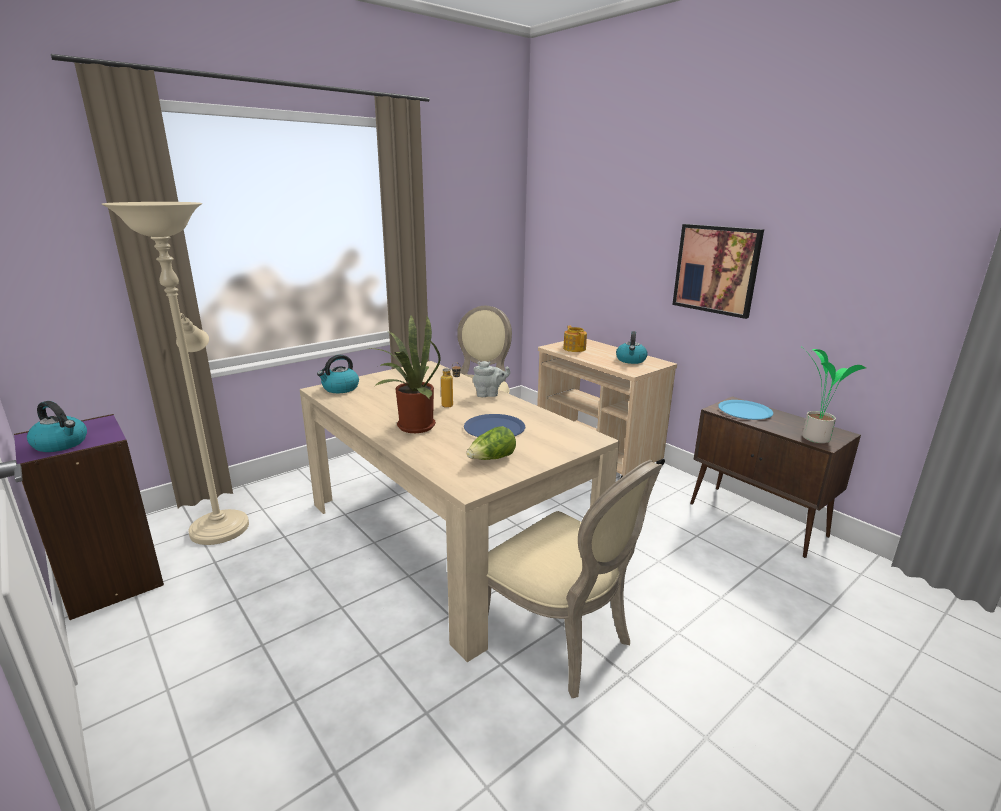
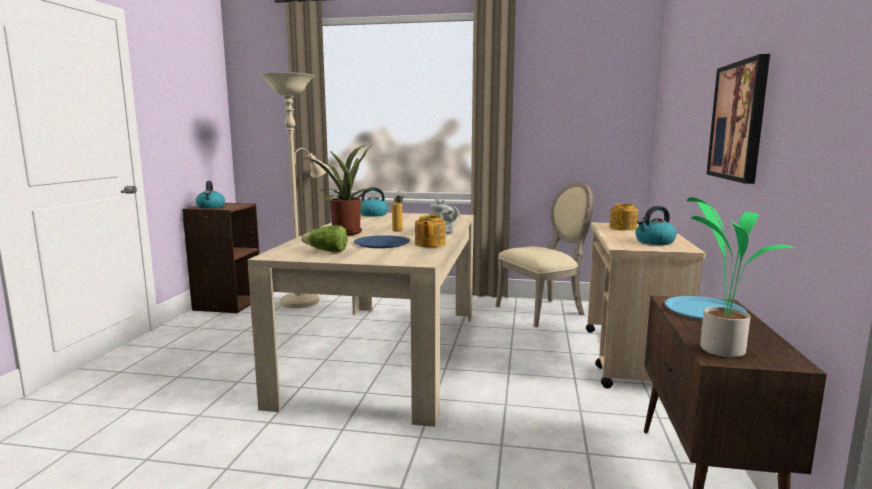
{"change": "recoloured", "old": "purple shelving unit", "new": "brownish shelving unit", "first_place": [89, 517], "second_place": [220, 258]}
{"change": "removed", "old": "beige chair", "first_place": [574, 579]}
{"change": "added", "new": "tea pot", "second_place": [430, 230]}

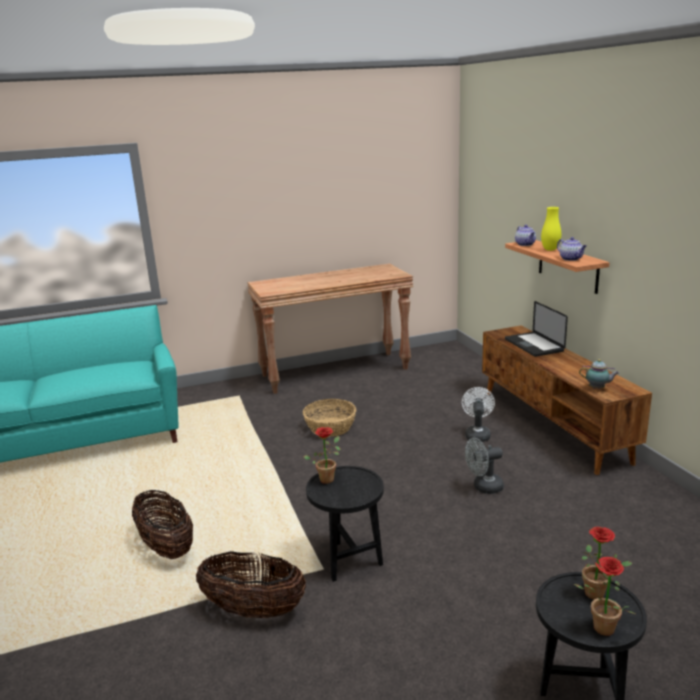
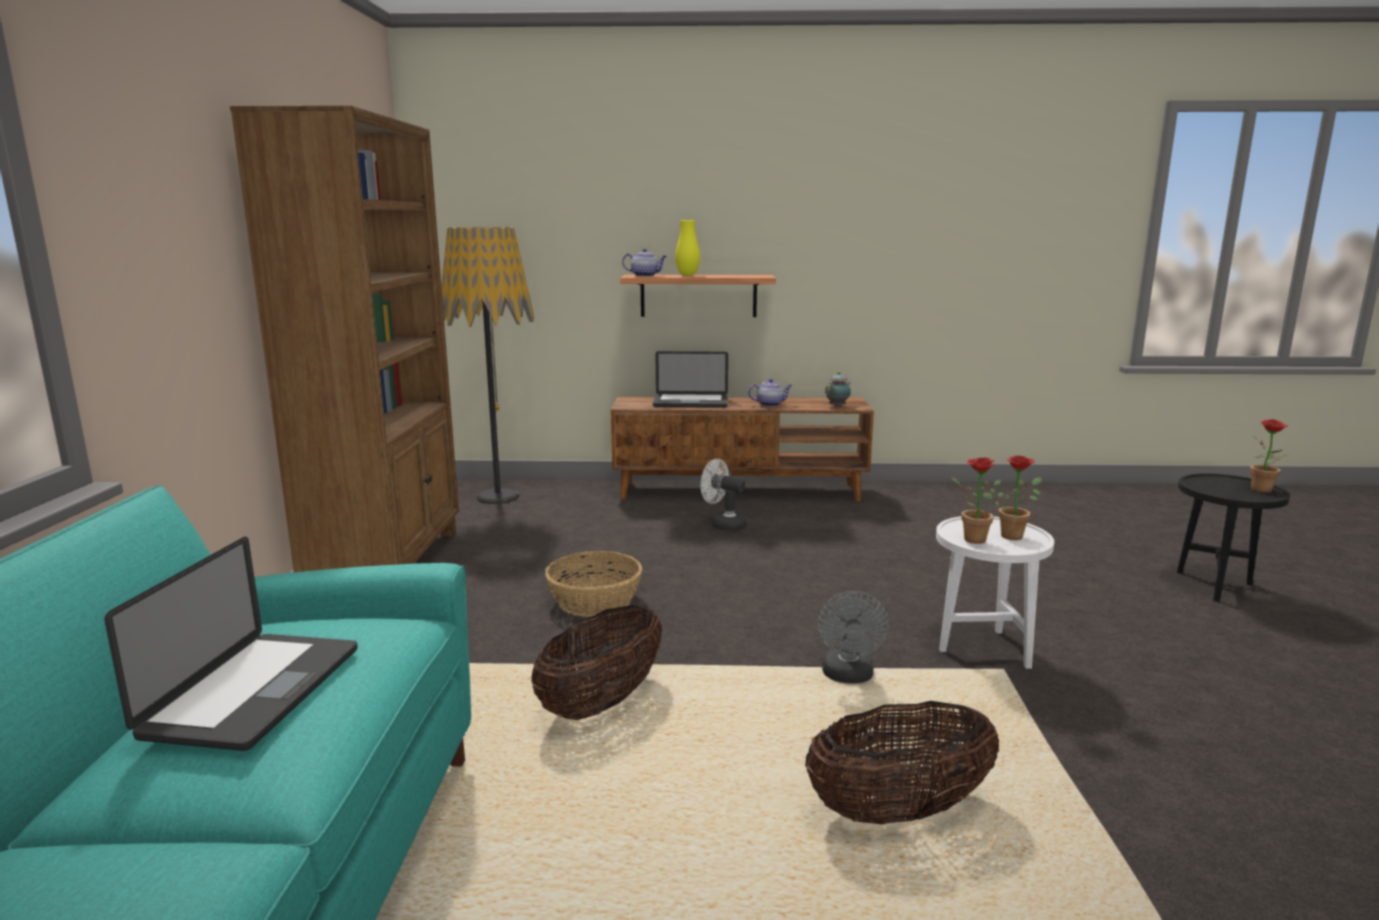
{"change": "moved", "old": "tea pot", "first_place": [572, 249], "second_place": [770, 393]}
{"change": "replaced", "old": "brownish hall table", "new": "brownish shelving unit", "first_place": [330, 329], "second_place": [344, 339]}
{"change": "moved", "old": "grey electric fan", "first_place": [484, 466], "second_place": [853, 637]}
{"change": "recoloured", "old": "black end table", "new": "white end table", "first_place": [345, 524], "second_place": [995, 592]}
{"change": "moved", "old": "plant in a pot", "first_place": [606, 563], "second_place": [1012, 497]}
{"change": "moved", "old": "storage basket", "first_place": [251, 584], "second_place": [596, 662]}
{"change": "added", "new": "standing lamp", "second_place": [487, 365]}
{"change": "added", "new": "portable computer", "second_place": [230, 644]}

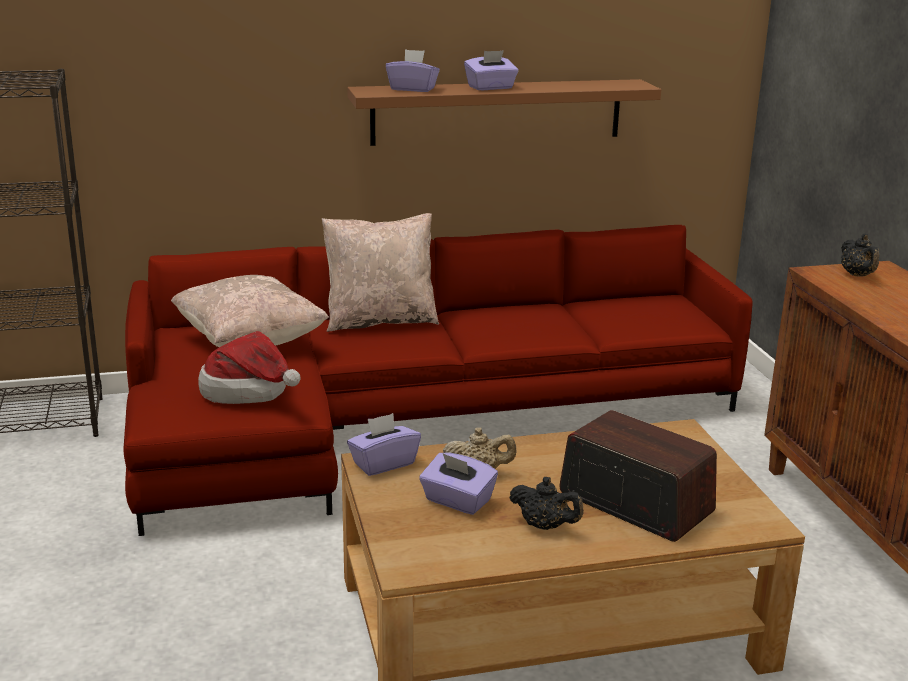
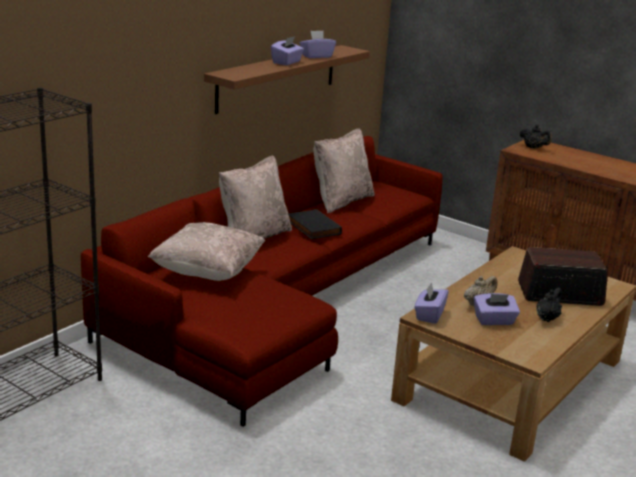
{"change": "moved", "old": "purple box of tissues", "first_place": [413, 70], "second_place": [318, 44]}
{"change": "removed", "old": "hat", "first_place": [249, 367]}
{"change": "turned", "old": "black tea pot", "first_place": [546, 503], "second_place": [549, 304], "degrees": -45}
{"change": "added", "new": "beige throw pillow", "second_place": [344, 170]}
{"change": "added", "new": "black volume", "second_place": [315, 224]}

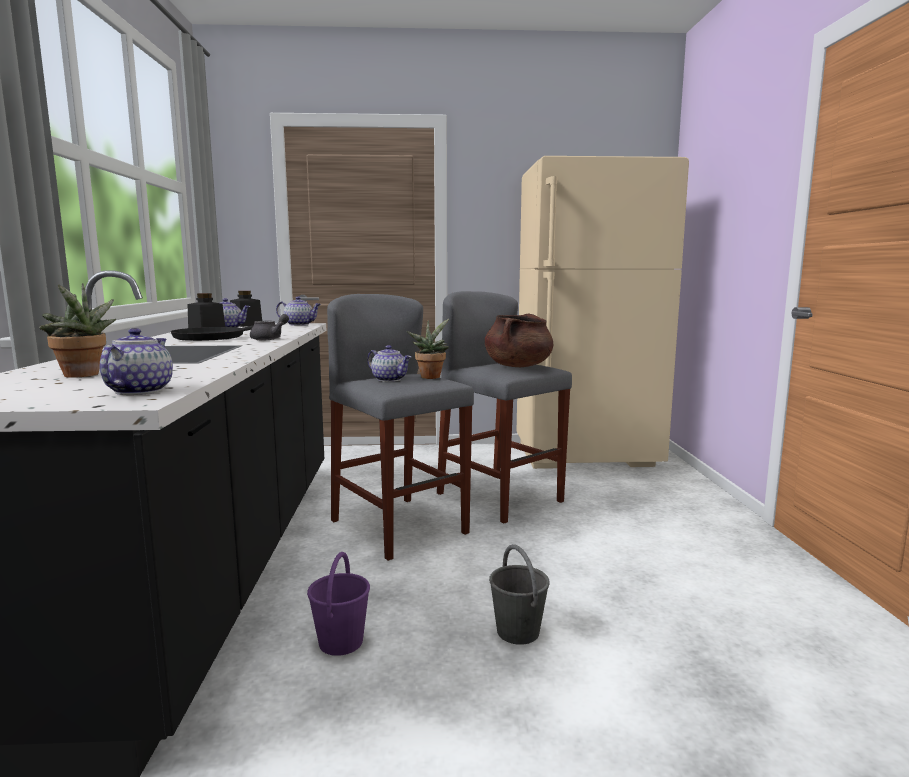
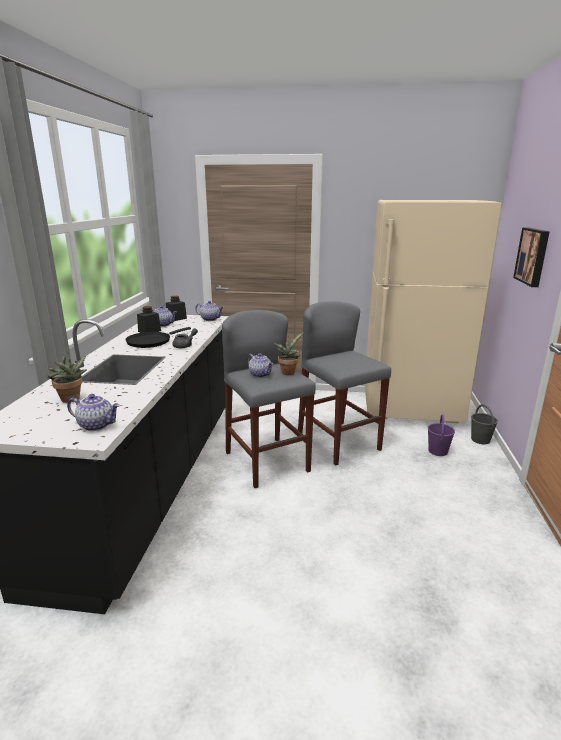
{"change": "removed", "old": "brownish cooking pot", "first_place": [519, 340]}
{"change": "turned", "old": "tea pot", "first_place": [136, 361], "second_place": [93, 412], "degrees": 90}
{"change": "moved", "old": "grey bucket", "first_place": [519, 594], "second_place": [484, 424]}
{"change": "moved", "old": "purple bucket", "first_place": [338, 604], "second_place": [441, 435]}
{"change": "added", "new": "wall picture", "second_place": [531, 257]}

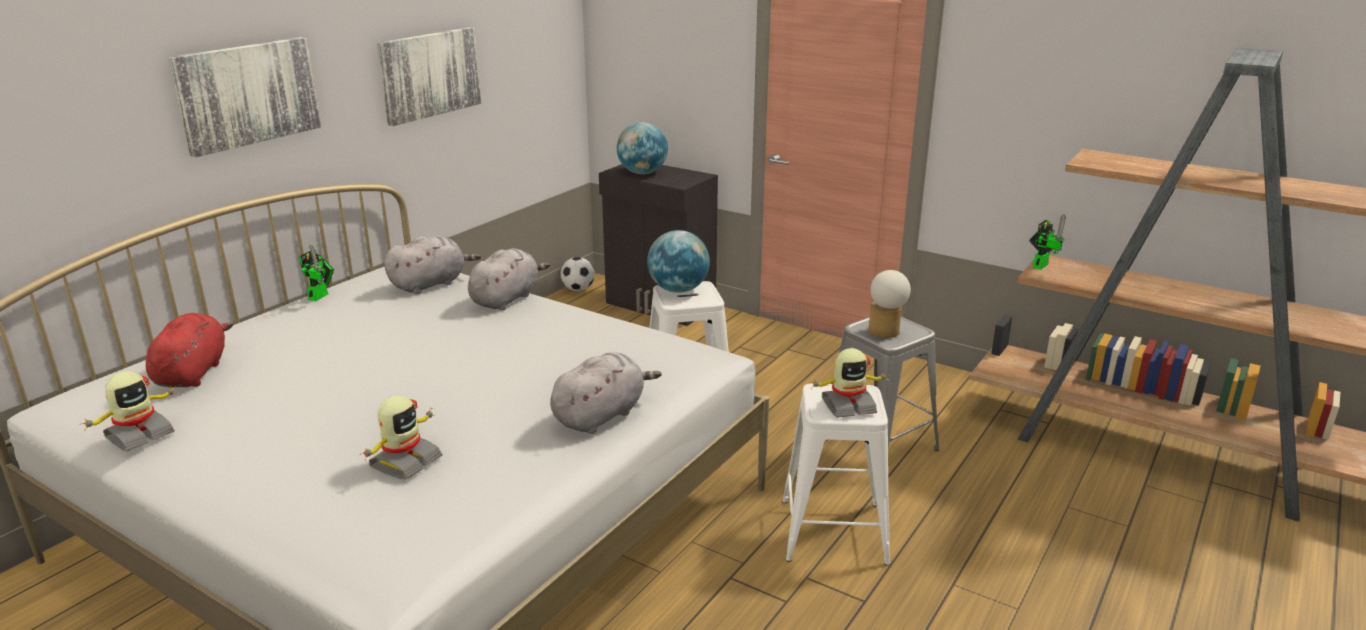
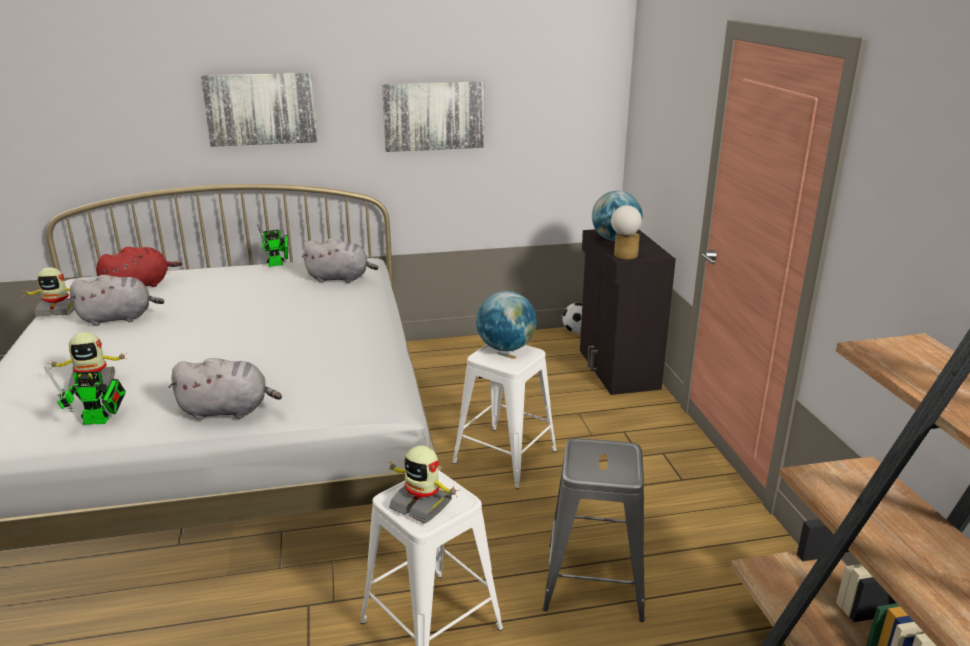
{"change": "moved", "old": "robot figure", "first_place": [1047, 242], "second_place": [85, 396]}
{"change": "moved", "old": "grey cuddly toy", "first_place": [509, 279], "second_place": [116, 300]}
{"change": "moved", "old": "tabletop lamp", "first_place": [889, 304], "second_place": [626, 232]}

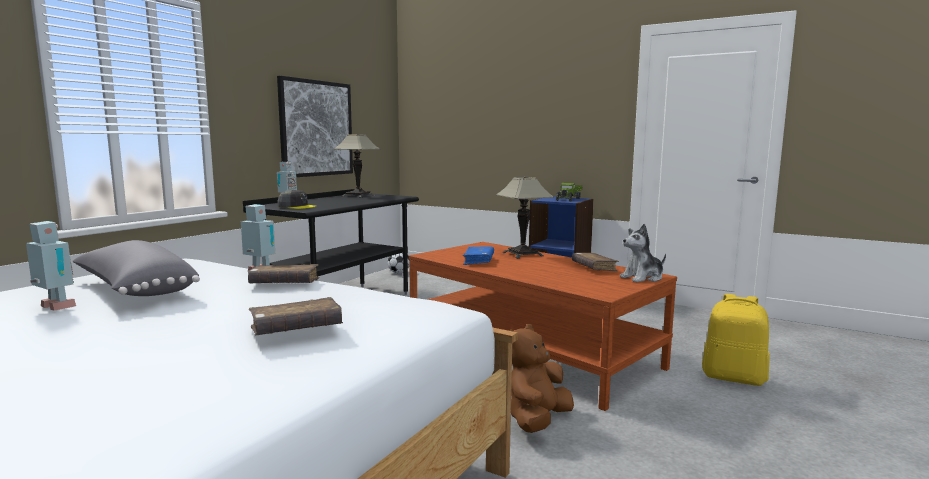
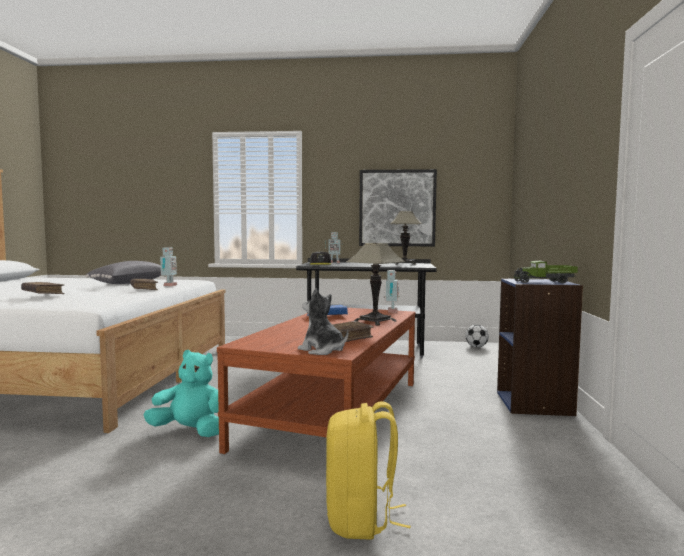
{"change": "moved", "old": "robot figure", "first_place": [51, 266], "second_place": [391, 291]}
{"change": "recoloured", "old": "brownish cuddly toy", "new": "turquoise-coloured cuddly toy", "first_place": [542, 378], "second_place": [181, 393]}

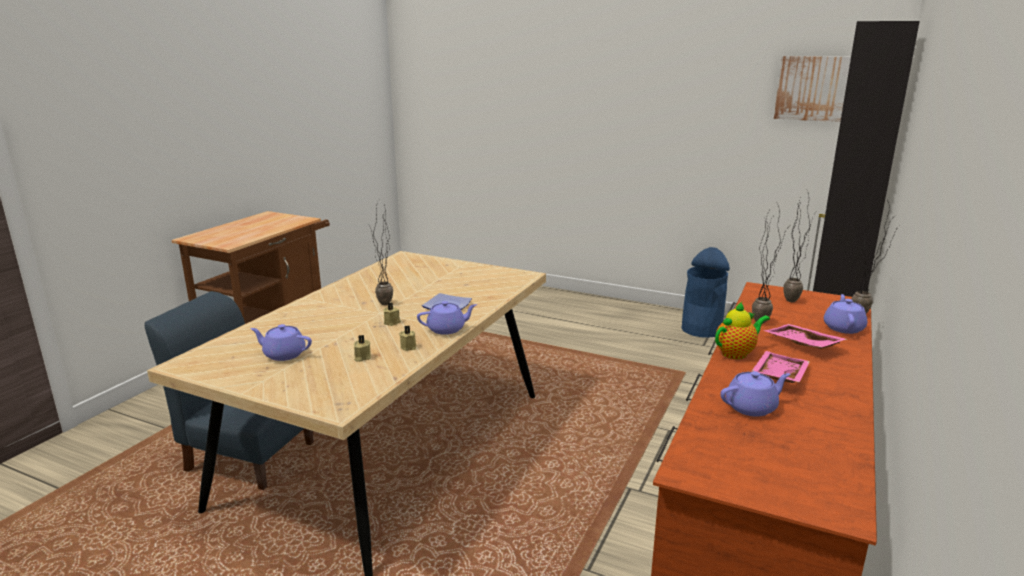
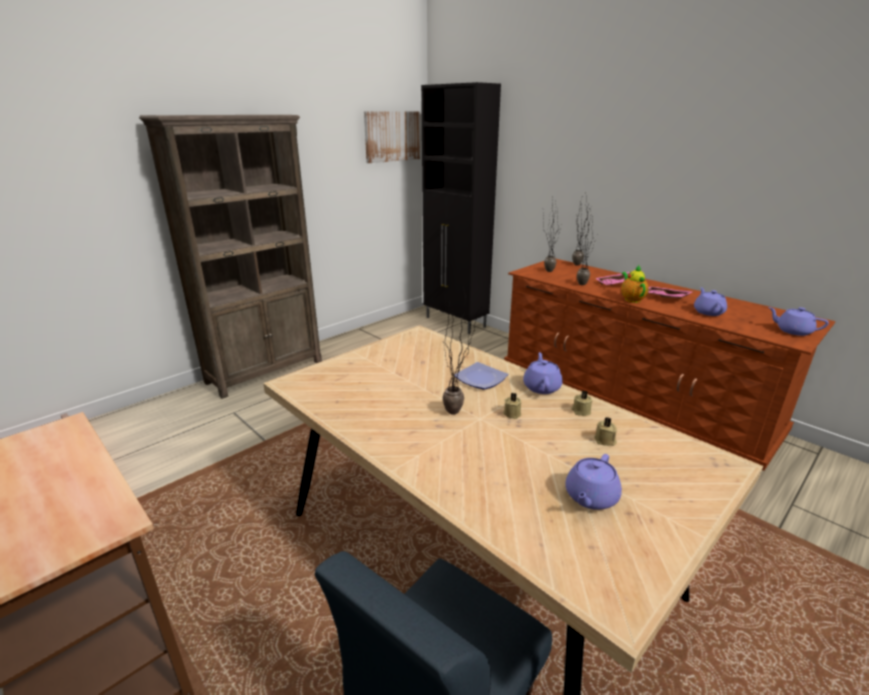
{"change": "removed", "old": "blue-coloured waste bin", "first_place": [705, 292]}
{"change": "moved", "old": "purple tea pot", "first_place": [845, 314], "second_place": [798, 321]}
{"change": "added", "new": "brownish shelving unit", "second_place": [230, 257]}

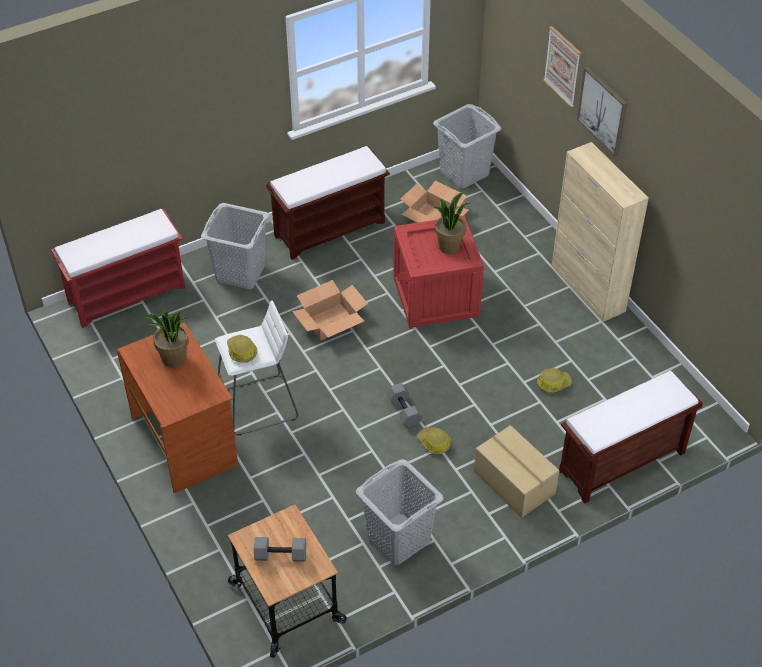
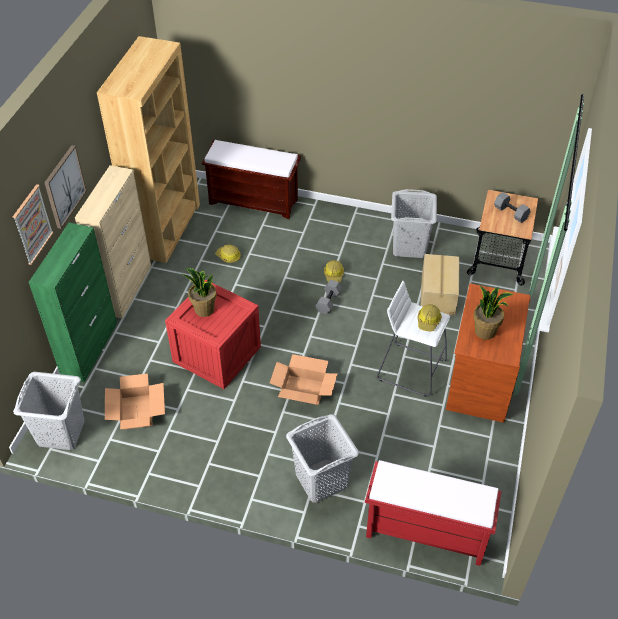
{"change": "removed", "old": "brownish indoor bench", "first_place": [328, 203]}
{"change": "moved", "old": "cardboard box", "first_place": [516, 471], "second_place": [440, 285]}
{"change": "added", "new": "brownish shelving unit", "second_place": [148, 149]}
{"change": "added", "new": "greenish storage cabinet", "second_place": [73, 302]}

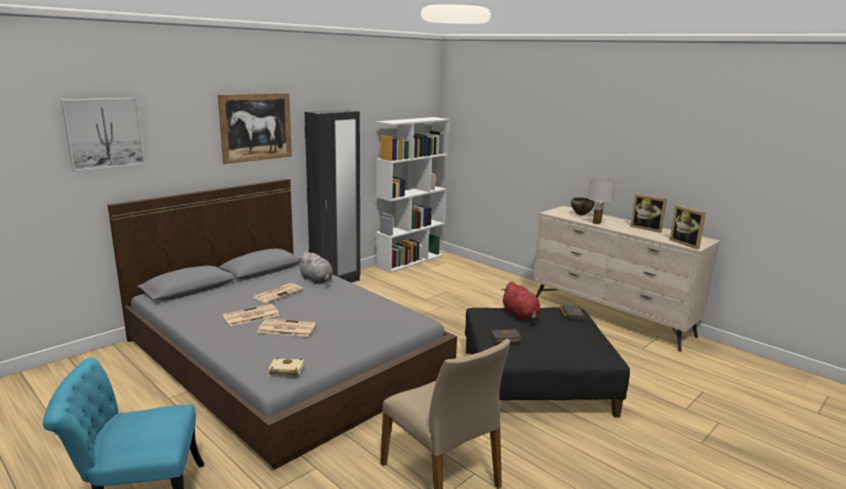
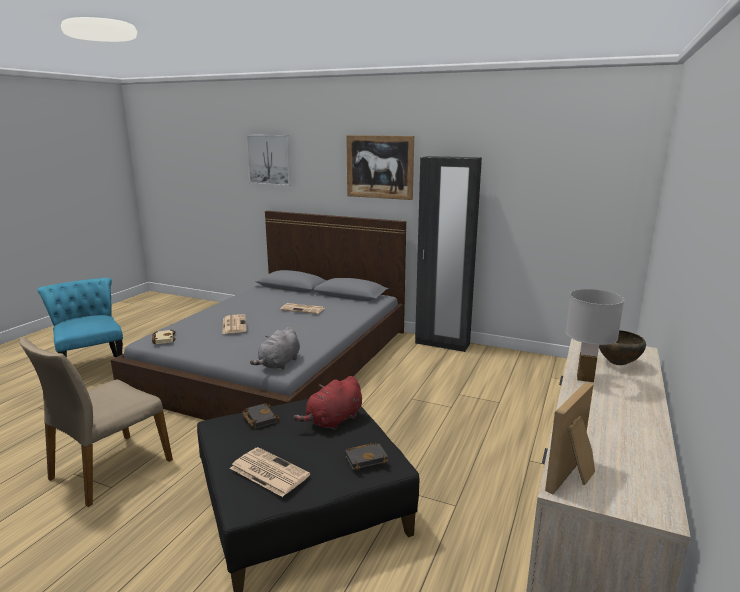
{"change": "removed", "old": "white shelving unit", "first_place": [413, 195]}
{"change": "removed", "old": "picture frame", "first_place": [648, 213]}
{"change": "moved", "old": "grey cuddly toy", "first_place": [315, 267], "second_place": [275, 348]}
{"change": "moved", "old": "newspaper", "first_place": [251, 315], "second_place": [270, 472]}

